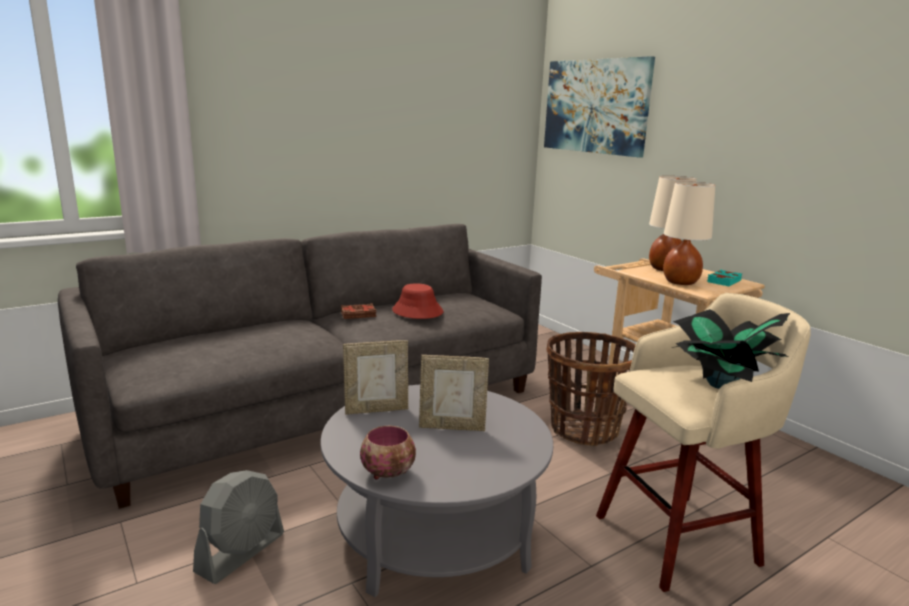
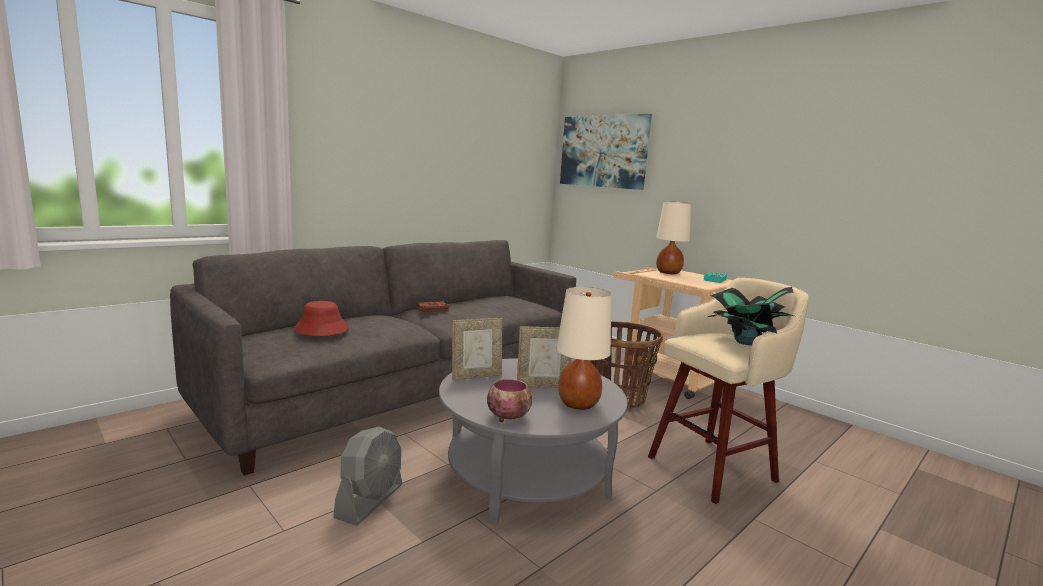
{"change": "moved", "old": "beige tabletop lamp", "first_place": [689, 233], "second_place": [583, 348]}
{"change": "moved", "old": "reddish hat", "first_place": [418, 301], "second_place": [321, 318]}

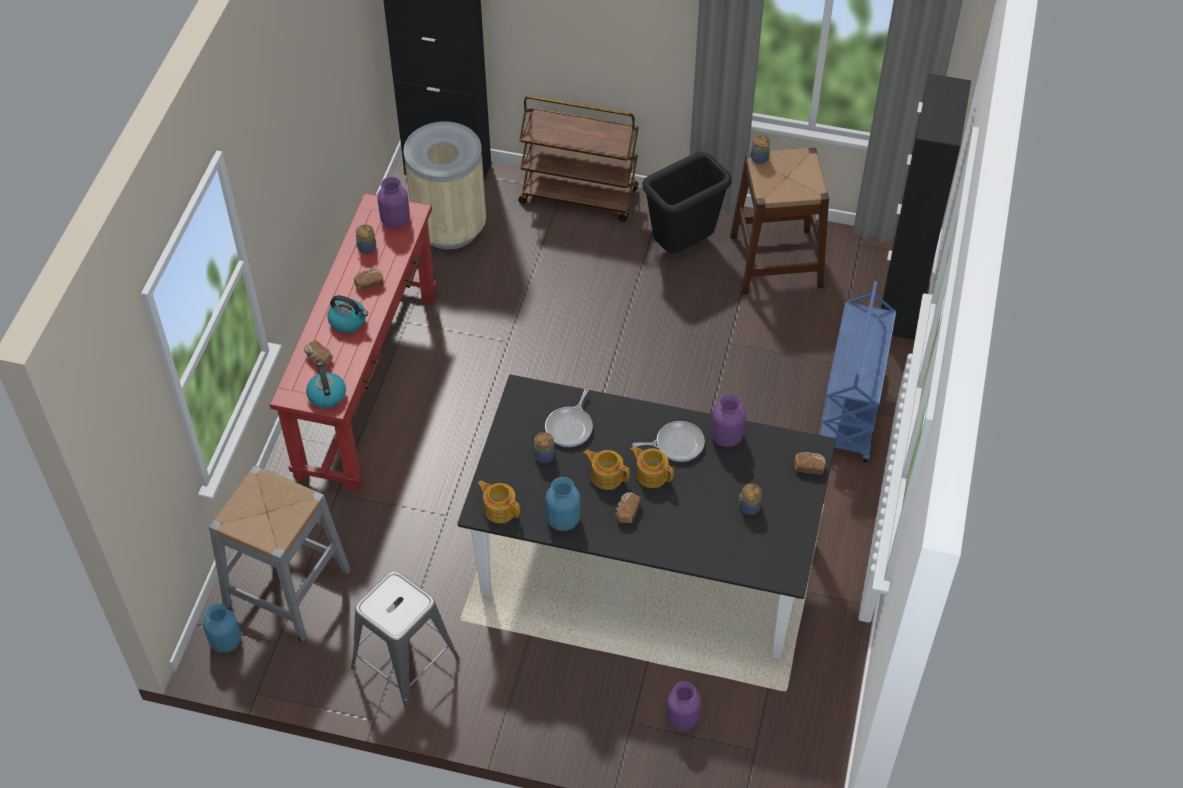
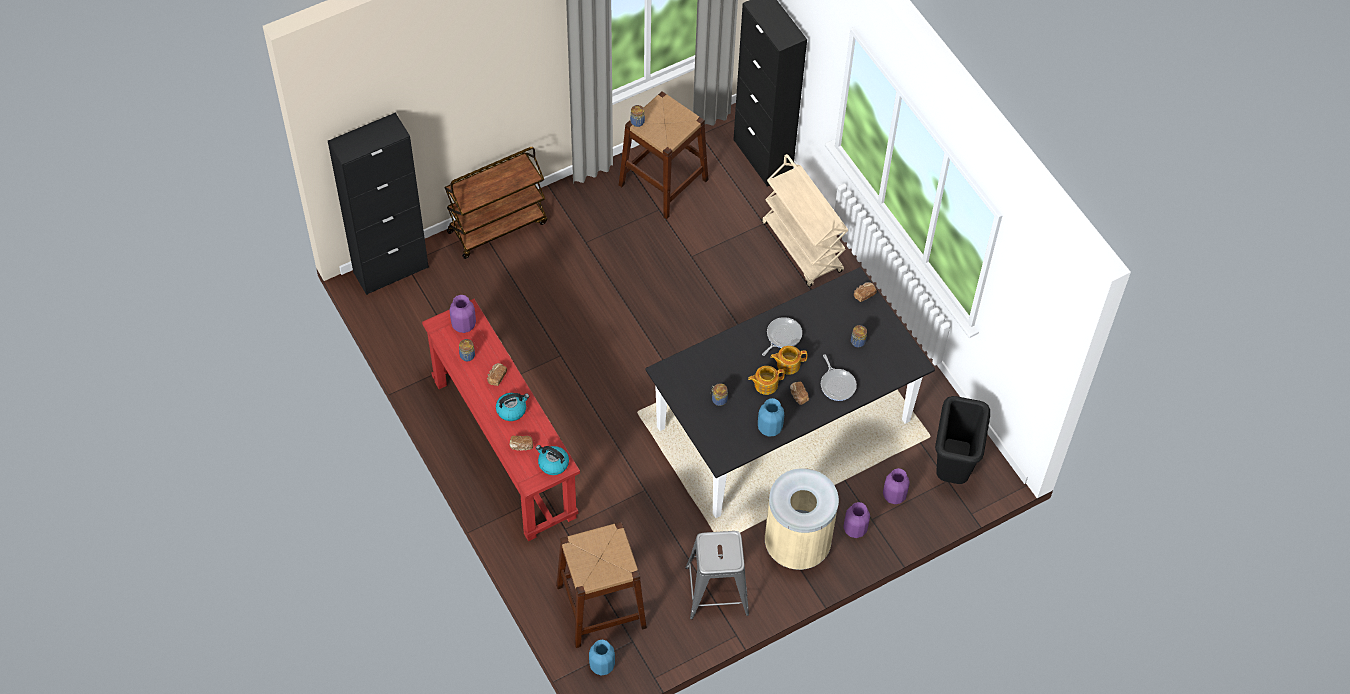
{"change": "moved", "old": "beige waste bin", "first_place": [445, 185], "second_place": [802, 519]}
{"change": "moved", "old": "black waste bin", "first_place": [687, 202], "second_place": [962, 440]}
{"change": "recoloured", "old": "blue-coloured cart", "new": "beige cart", "first_place": [857, 371], "second_place": [805, 220]}
{"change": "moved", "old": "frying pan", "first_place": [569, 418], "second_place": [839, 377]}
{"change": "moved", "old": "purple decorative vase", "first_place": [728, 420], "second_place": [857, 520]}
{"change": "recoloured", "old": "grey stool", "new": "brownish stool", "first_place": [279, 553], "second_place": [601, 585]}
{"change": "removed", "old": "tea pot", "first_place": [498, 502]}

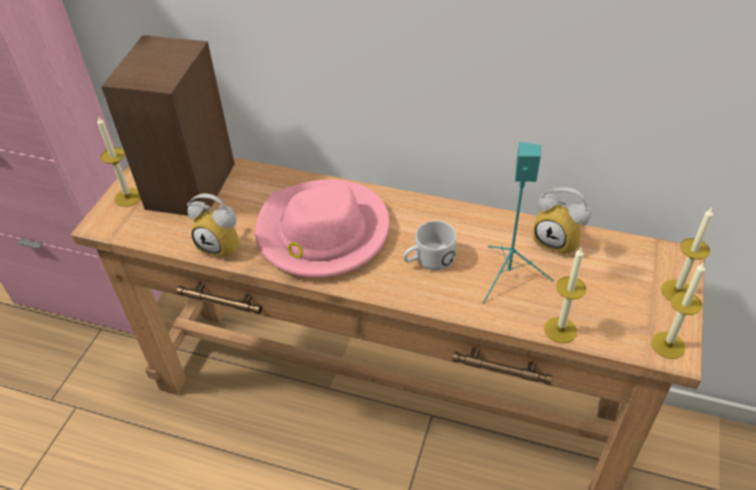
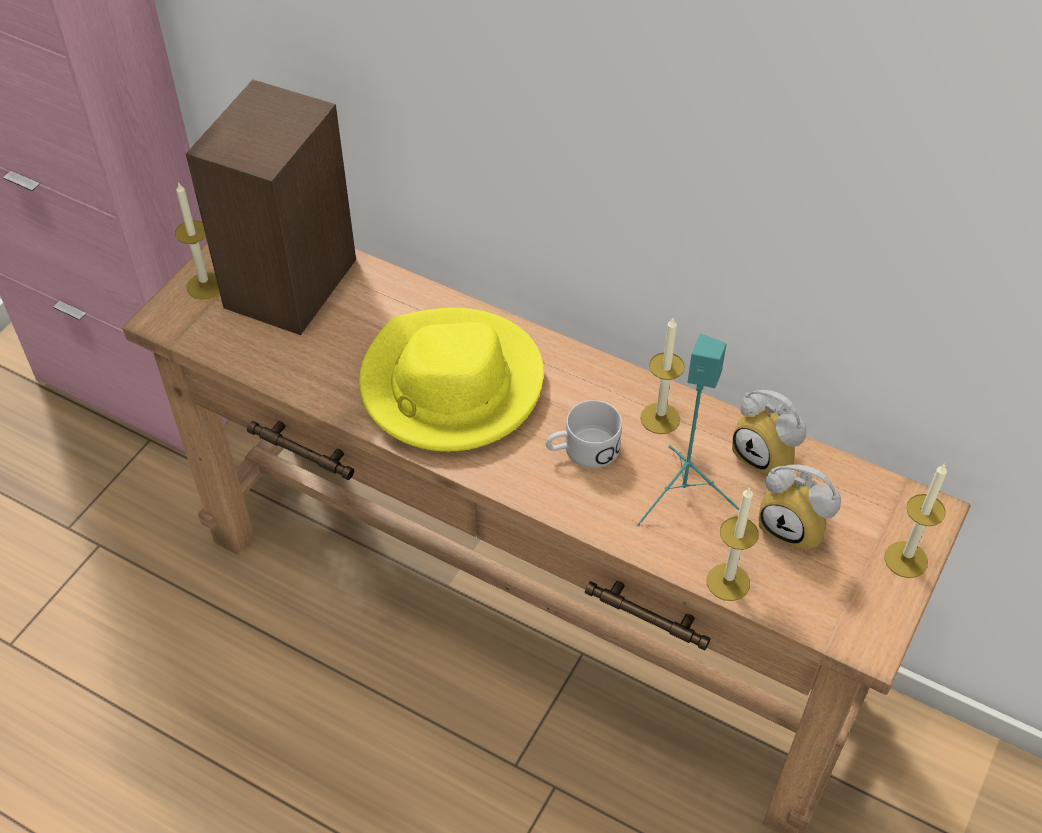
{"change": "recoloured", "old": "pink hat", "new": "yellow hat", "first_place": [322, 228], "second_place": [451, 380]}
{"change": "moved", "old": "bedside clock", "first_place": [214, 226], "second_place": [799, 508]}
{"change": "moved", "old": "wax candle", "first_place": [678, 310], "second_place": [662, 376]}

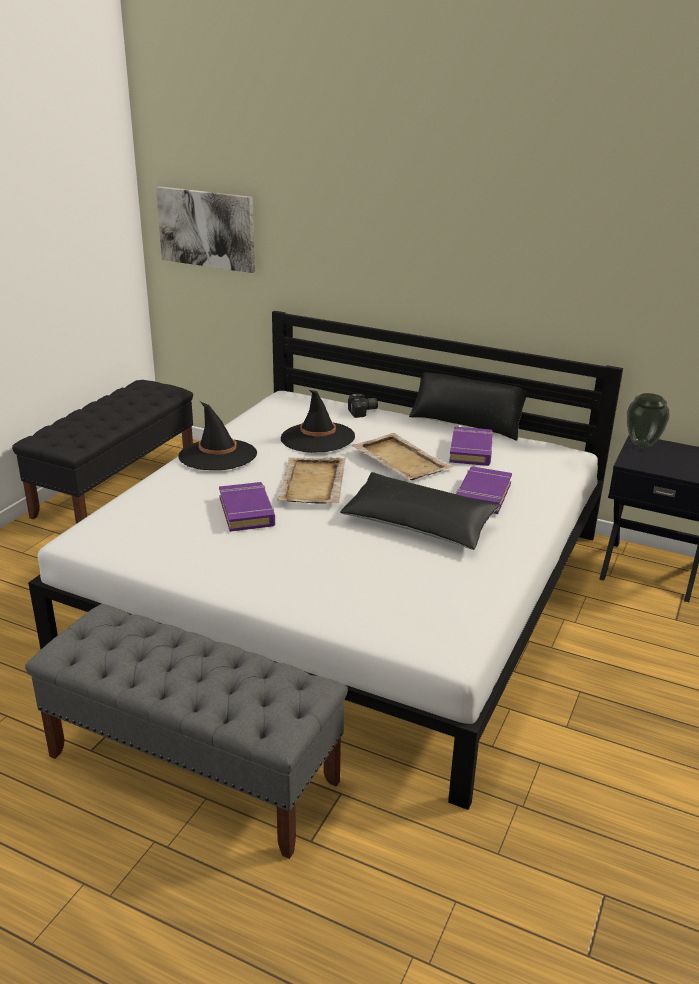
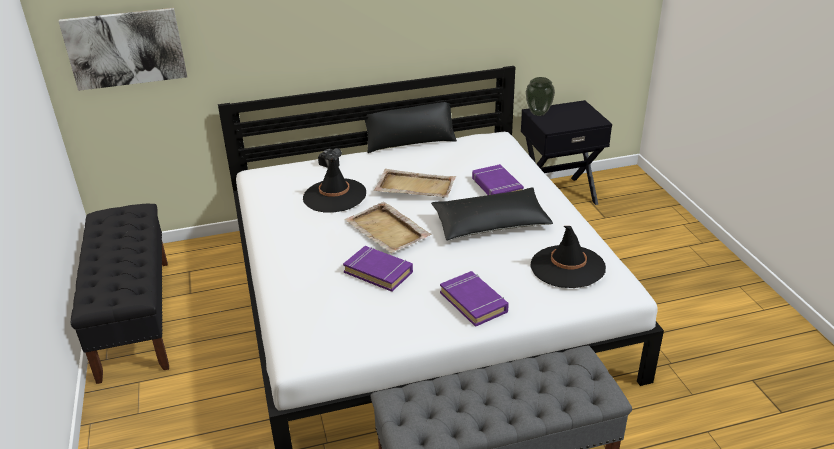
{"change": "moved", "old": "black hat", "first_place": [217, 435], "second_place": [568, 257]}
{"change": "moved", "old": "purple volume", "first_place": [471, 446], "second_place": [474, 299]}

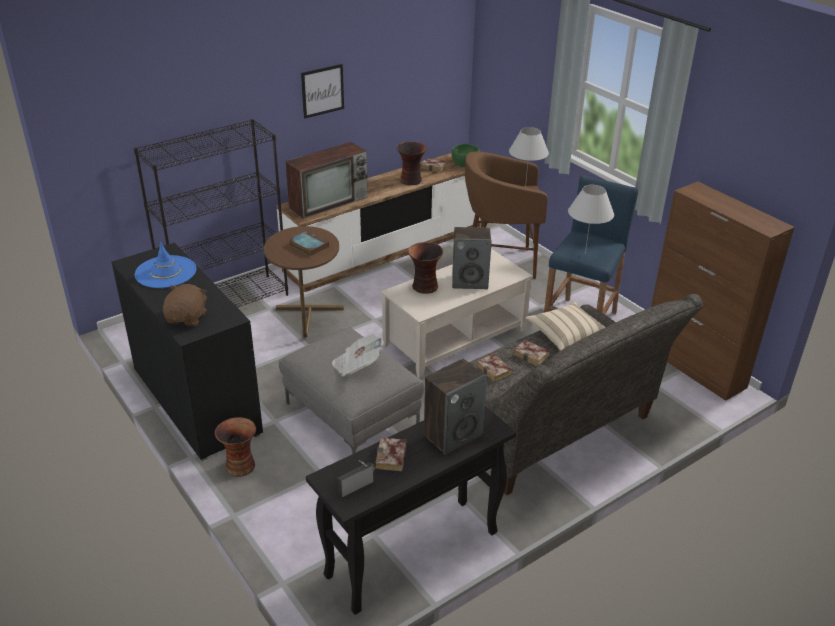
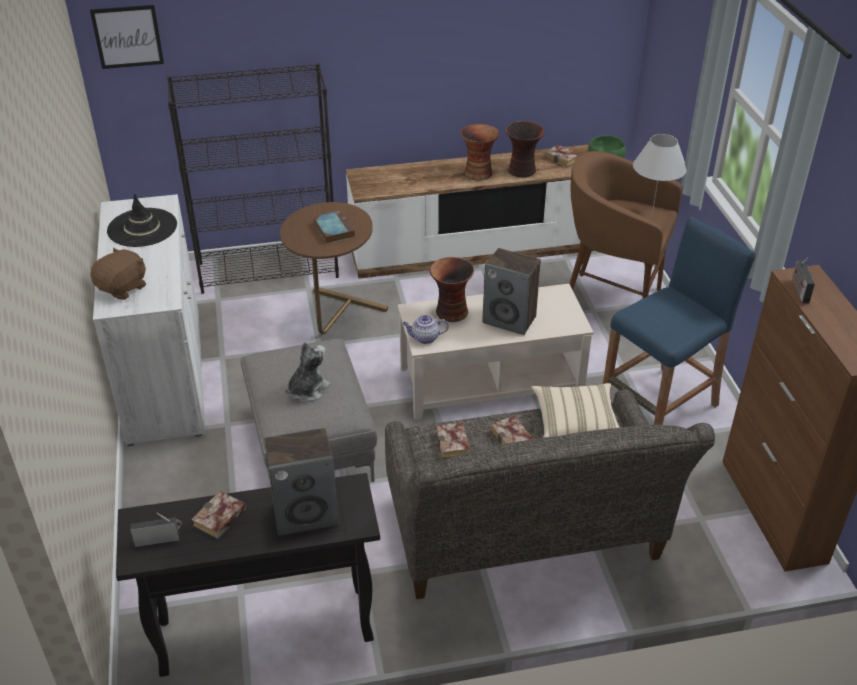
{"change": "moved", "old": "wall picture", "first_place": [322, 91], "second_place": [127, 37]}
{"change": "removed", "old": "television", "first_place": [326, 180]}
{"change": "removed", "old": "white tabletop lamp", "first_place": [591, 219]}
{"change": "recoloured", "old": "blue-coloured hat", "new": "black hat", "first_place": [165, 265], "second_place": [142, 220]}
{"change": "recoloured", "old": "black storage cabinet", "new": "white storage cabinet", "first_place": [187, 352], "second_place": [149, 320]}
{"change": "replaced", "old": "newspaper", "new": "cuddly toy", "first_place": [358, 355], "second_place": [307, 372]}
{"change": "moved", "old": "decorative vase", "first_place": [235, 447], "second_place": [480, 152]}
{"change": "added", "new": "radio receiver", "second_place": [803, 280]}
{"change": "added", "new": "tea pot", "second_place": [425, 329]}

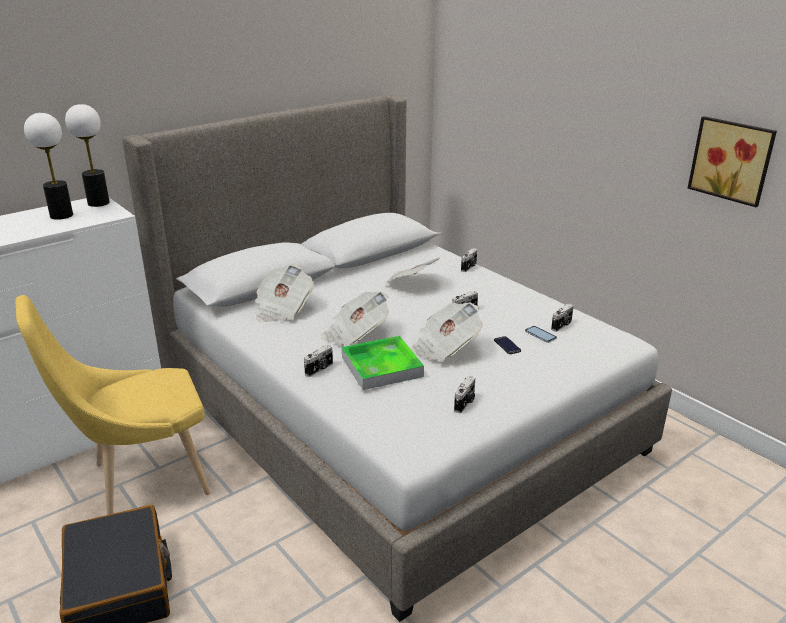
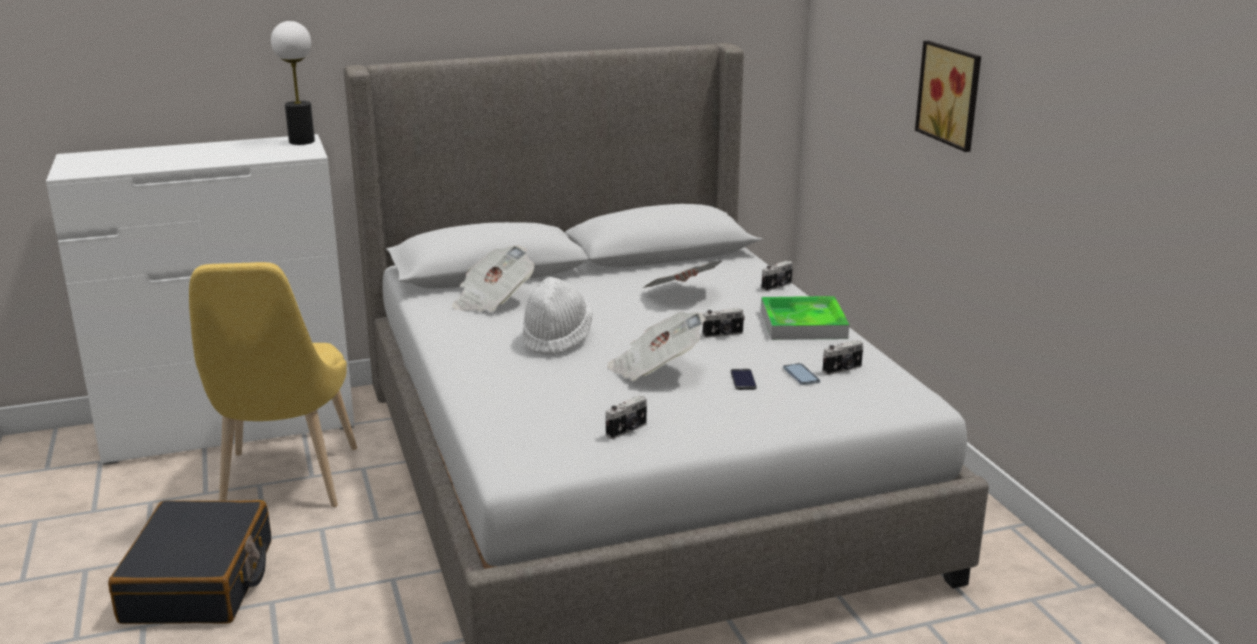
{"change": "removed", "old": "tabletop lamp", "first_place": [48, 166]}
{"change": "moved", "old": "wall picture", "first_place": [732, 161], "second_place": [948, 96]}
{"change": "replaced", "old": "newspaper", "new": "white hat", "first_place": [355, 319], "second_place": [558, 316]}
{"change": "turned", "old": "yellow chair", "first_place": [113, 405], "second_place": [273, 384], "degrees": -90}
{"change": "moved", "old": "tray", "first_place": [383, 363], "second_place": [805, 318]}
{"change": "removed", "old": "photo camera", "first_place": [318, 361]}

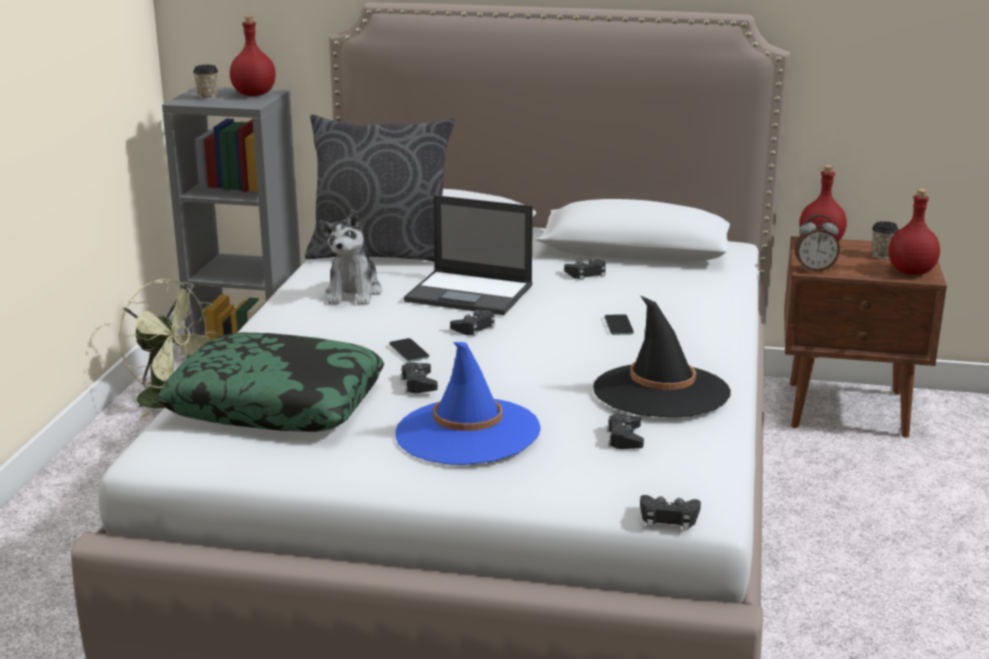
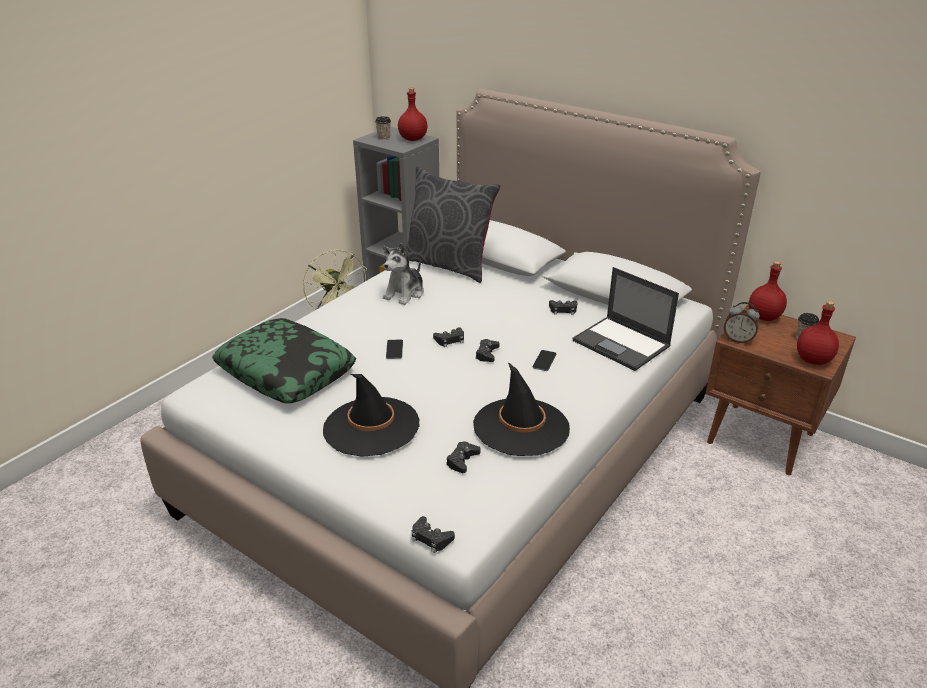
{"change": "moved", "old": "portable computer", "first_place": [468, 255], "second_place": [626, 319]}
{"change": "recoloured", "old": "blue-coloured hat", "new": "black hat", "first_place": [468, 403], "second_place": [371, 415]}
{"change": "moved", "old": "black game controller", "first_place": [419, 377], "second_place": [487, 350]}

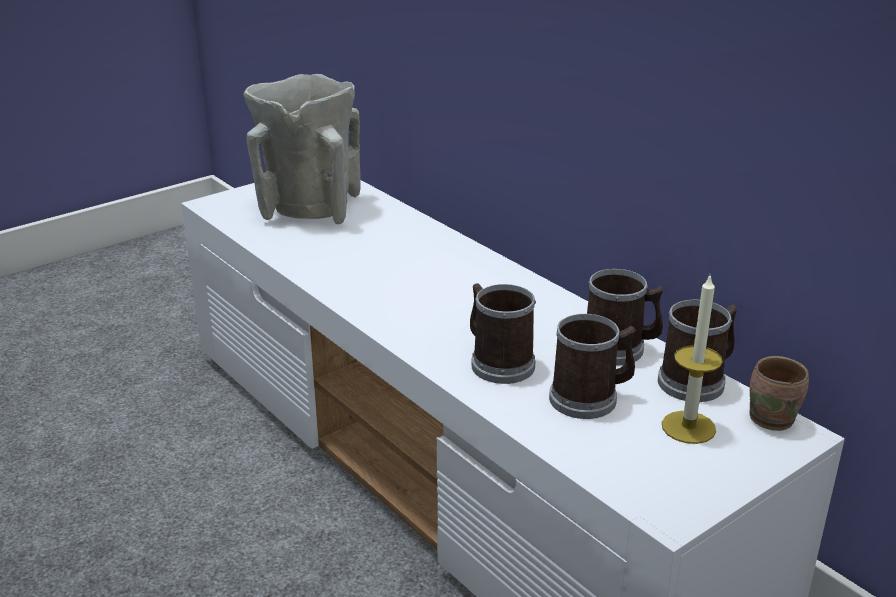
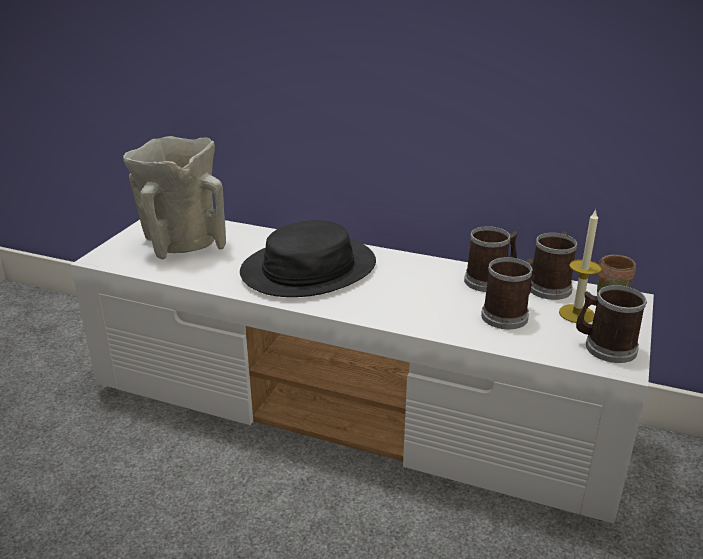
{"change": "moved", "old": "mug", "first_place": [503, 333], "second_place": [611, 324]}
{"change": "added", "new": "black hat", "second_place": [308, 258]}

